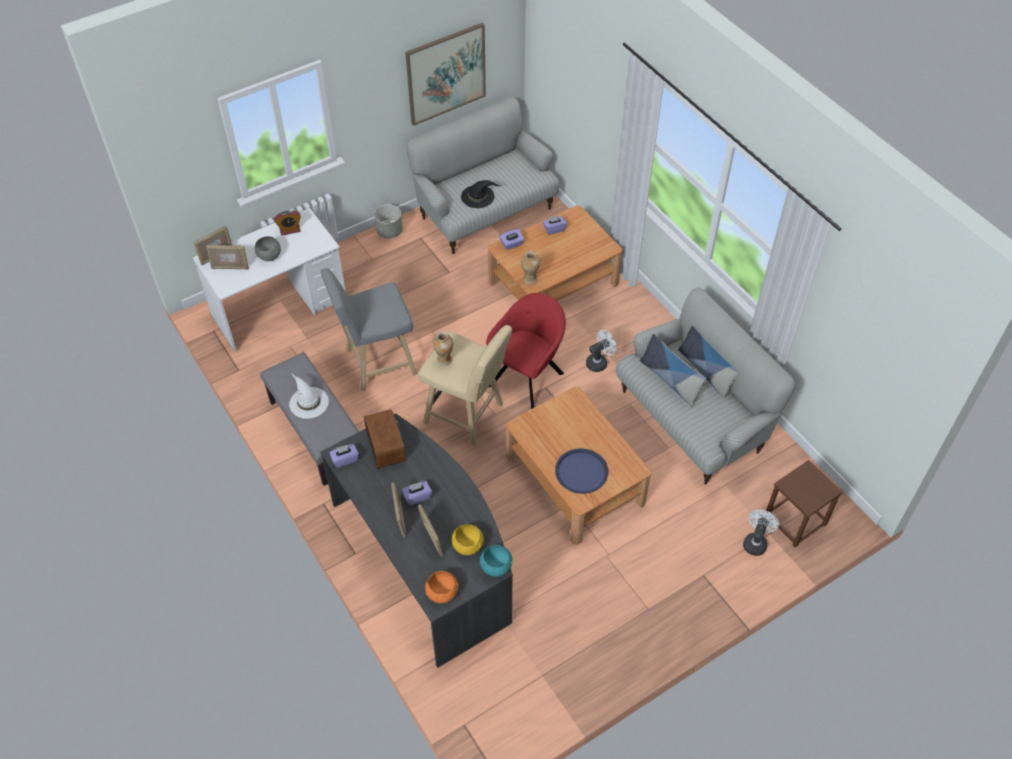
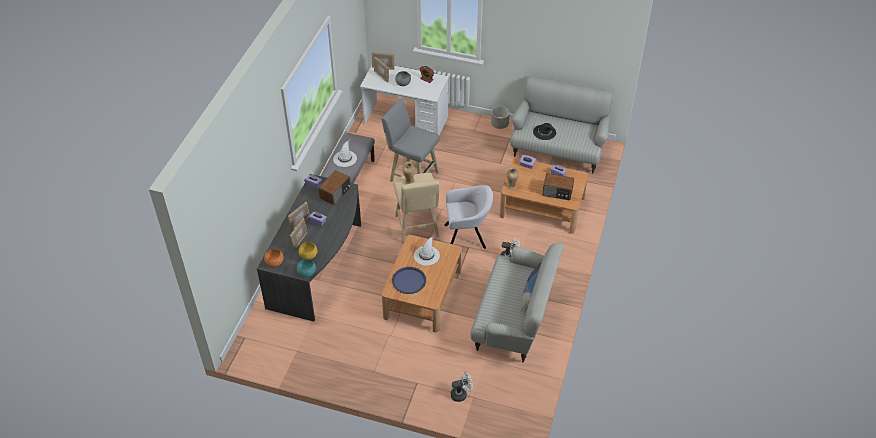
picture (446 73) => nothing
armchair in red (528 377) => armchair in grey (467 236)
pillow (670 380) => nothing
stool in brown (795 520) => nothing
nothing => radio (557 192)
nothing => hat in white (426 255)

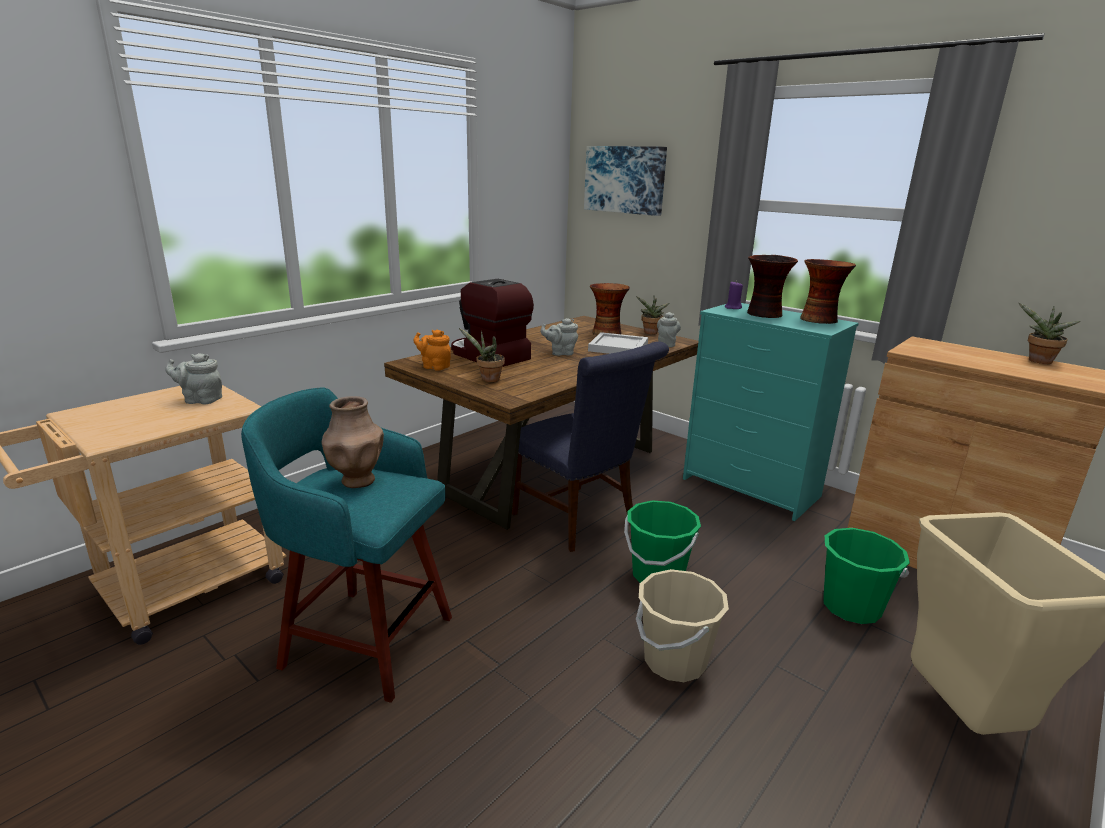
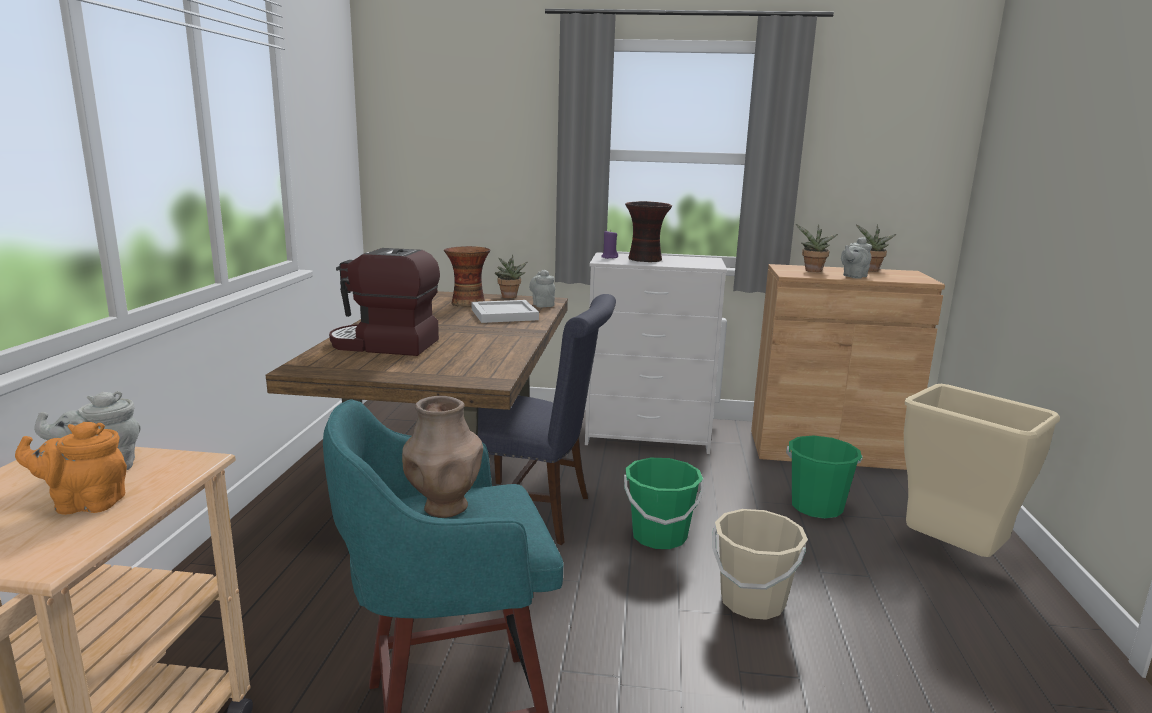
picture (625 180) => nothing
vase (819 320) => nothing
dresser in turquoise (751 488) => dresser in white (648 436)
teapot in grey (560 353) => teapot in grey (853 276), moved
potted plant (488 379) => potted plant (812 271), moved
teapot in orange (434 366) => teapot in orange (85 504), moved

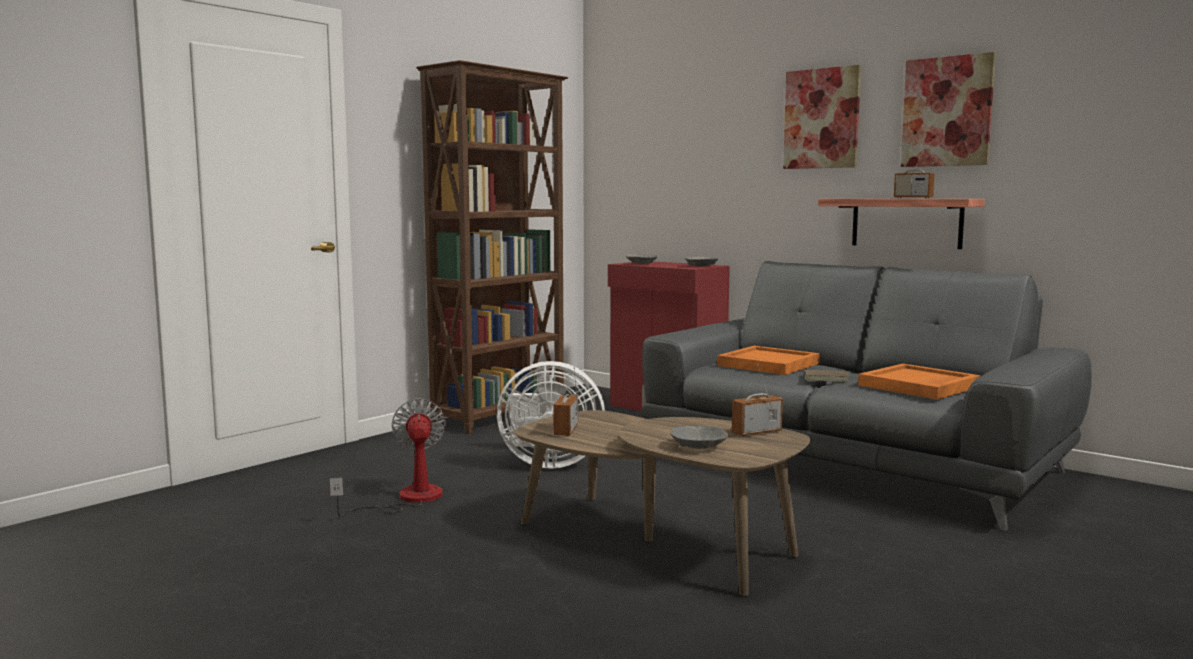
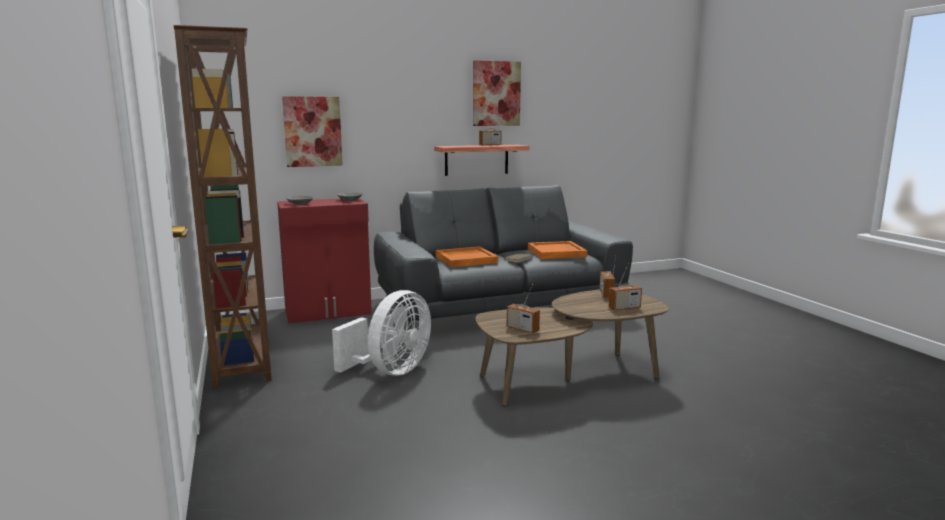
picture (822 118) => picture (312 131), moved
fan (407 499) => nothing
bowl in grey (699 446) => radio (624 308)

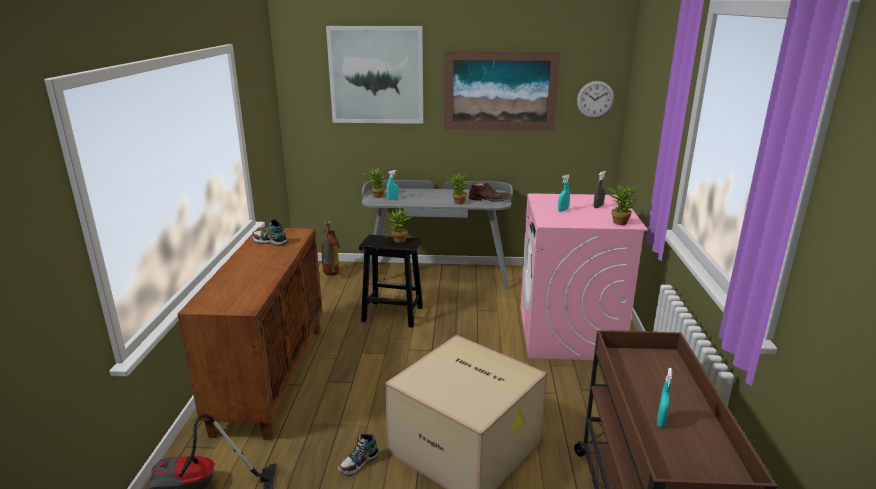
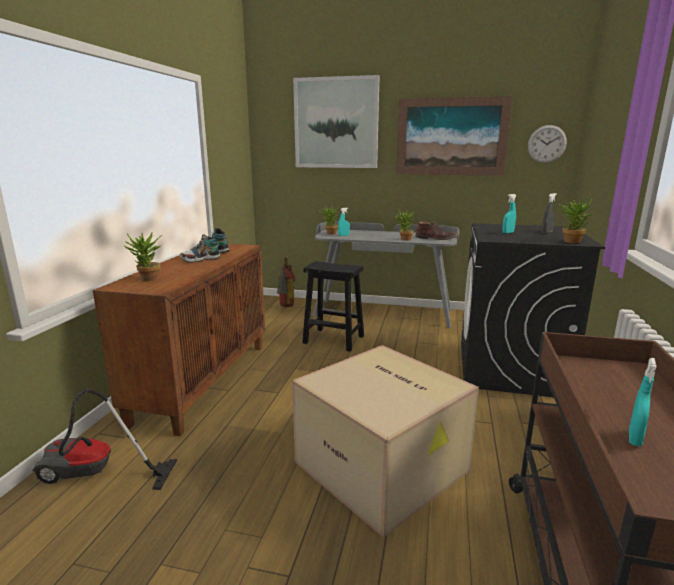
washing machine in pink (569 333) => washing machine in black (510 369)
potted plant (399 241) => potted plant (147 279), moved
shoe (359 463) => shoe (201 260), moved

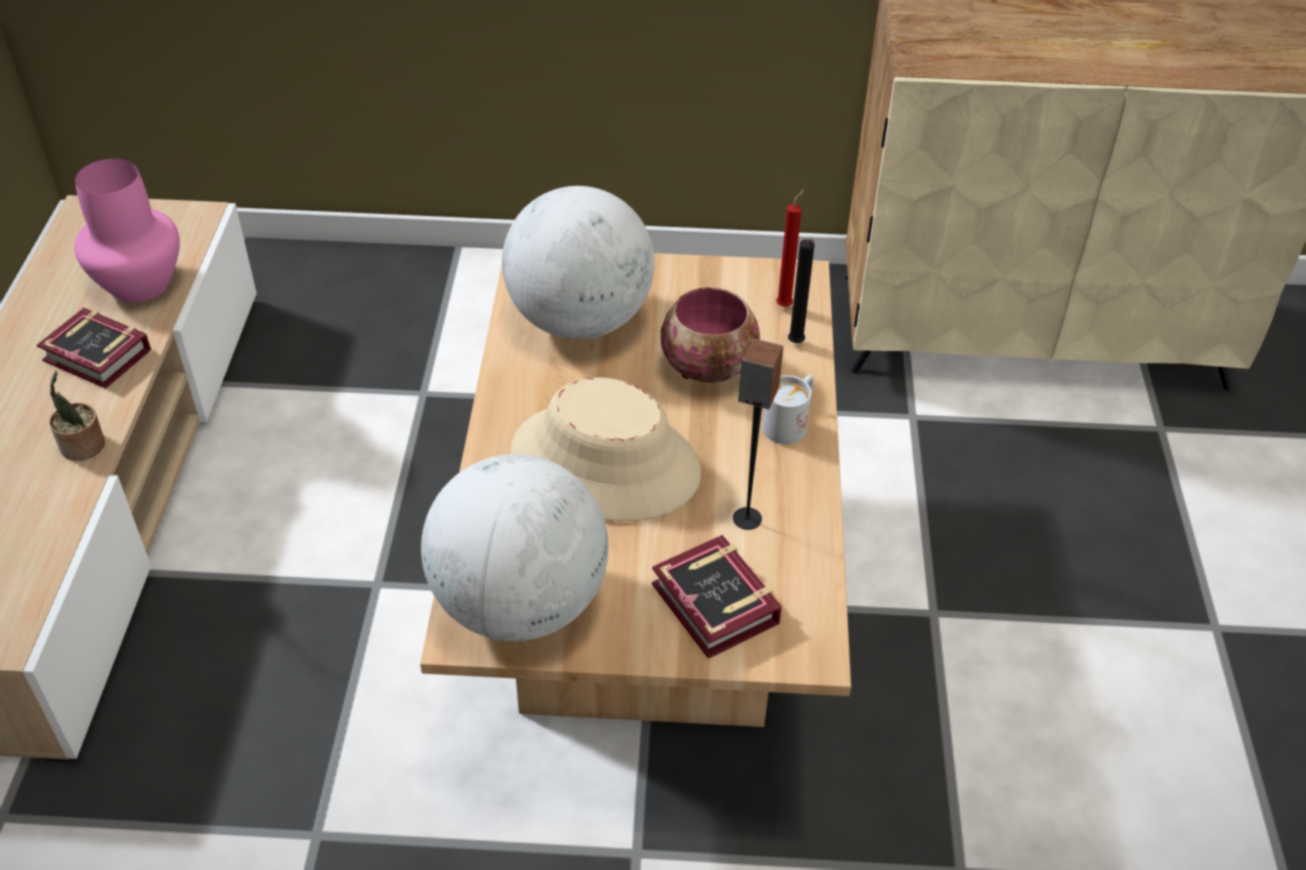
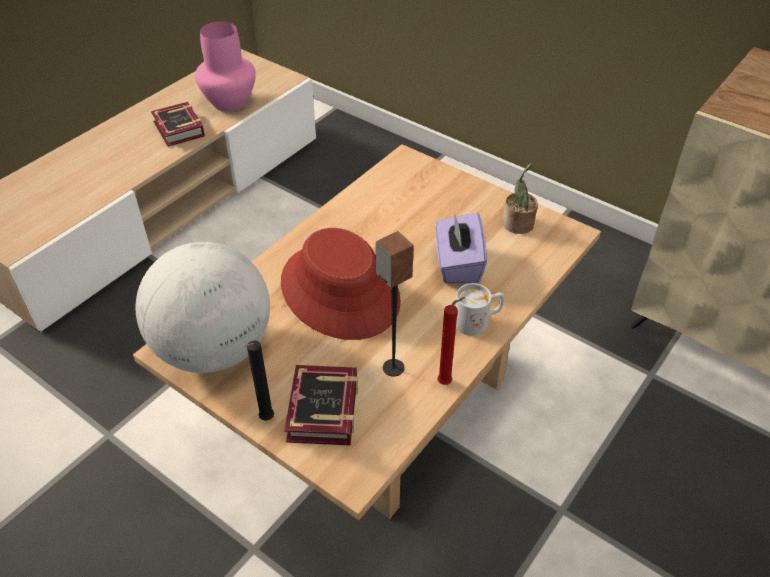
globe (579 320) => nothing
candle in red (785 305) => candle in red (447 382), moved
candle in black (796 345) => candle in black (265 420), moved
bowl (711 368) => tissue box in purple (458 264)
potted plant (83 447) => potted plant (518 225), moved
hat in beige (606 462) => hat in red (340 291)

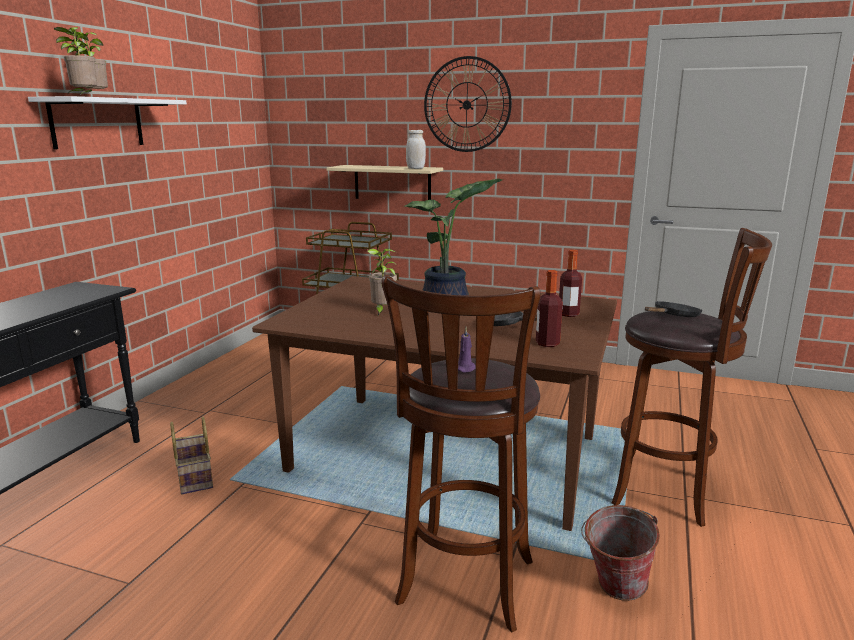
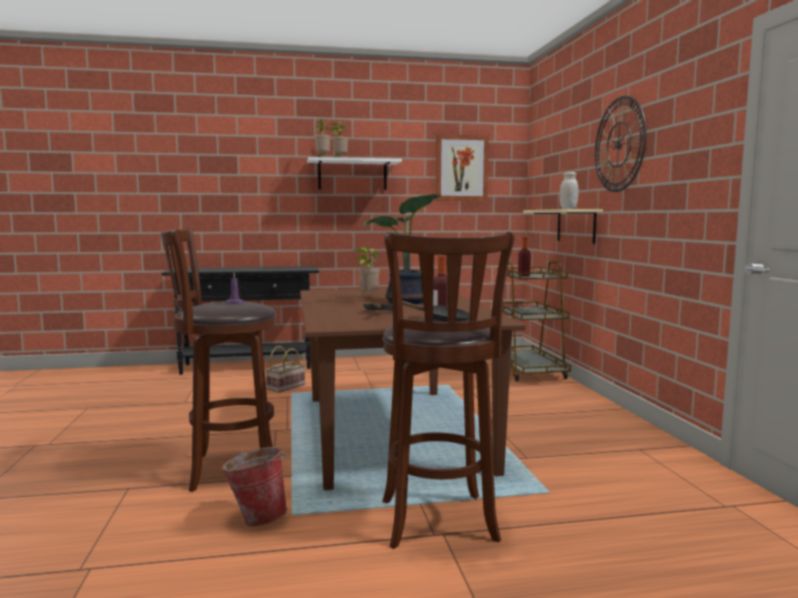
bottle (547 343) => bottle (523 276), moved
nothing => picture (461 168)

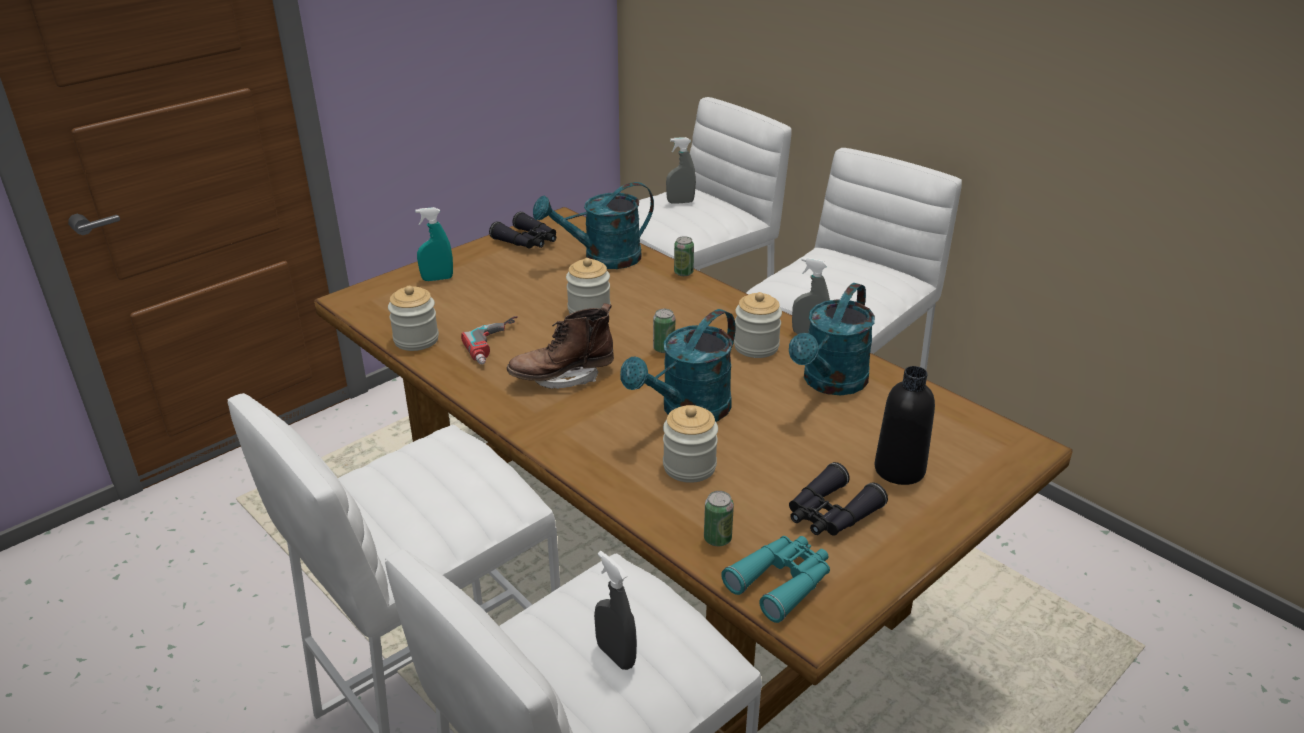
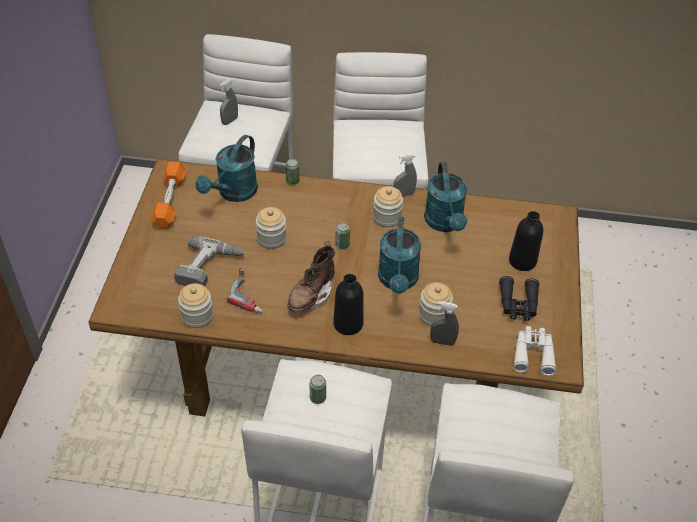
spray bottle in turquoise (437 279) => nothing
binoculars in black (527 241) => dumbbell in orange (170 201)
can (717 539) => can (317 398), moved
binoculars in turquoise (782 582) => binoculars in white (533 353)
spray bottle in grey (615 655) => spray bottle in grey (442 342), moved
nothing => power drill (209 268)
nothing => bottle in black (348 324)

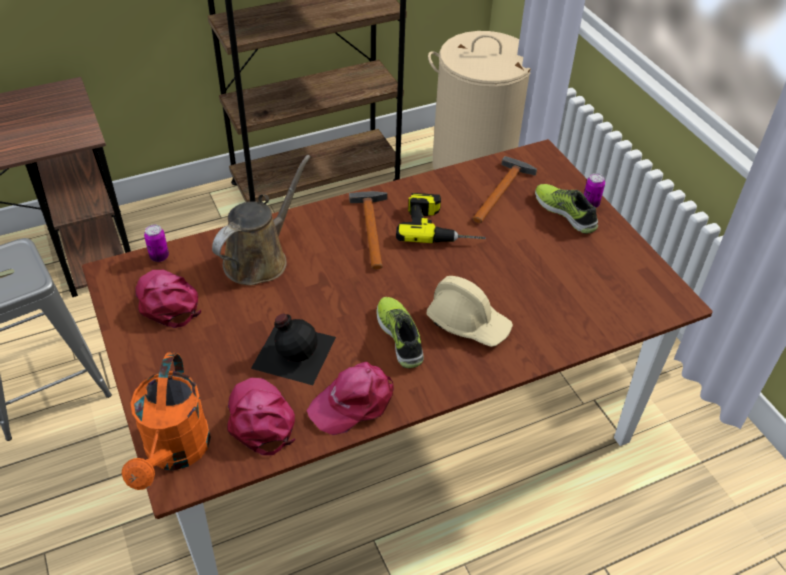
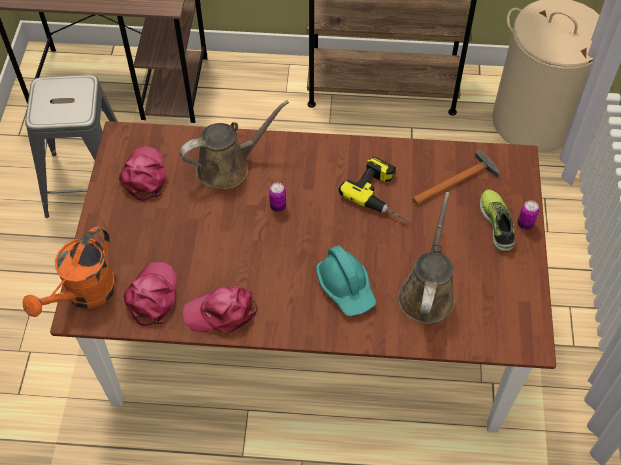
hammer (371 228) => nothing
can (159 257) => can (278 206), moved
hard hat in beige (468 323) => hard hat in turquoise (346 287)
shoe (401 336) => nothing
bottle in black (293 351) => nothing
nothing => watering can in brown (427 292)

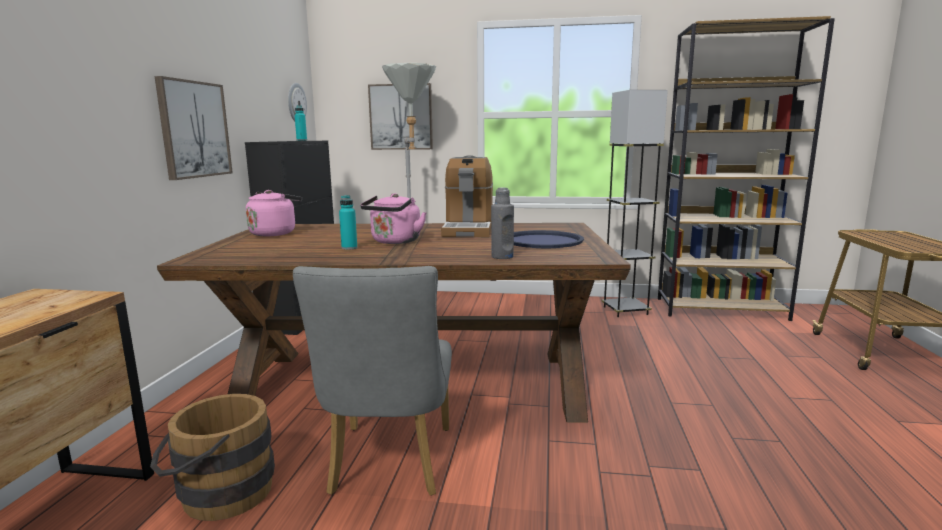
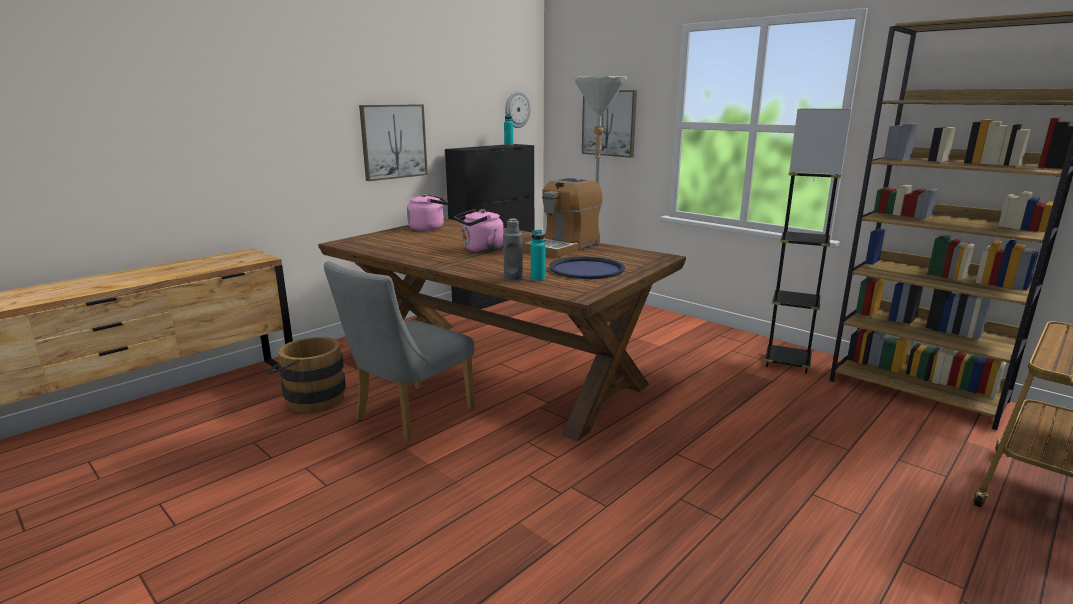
bottle in turquoise (349 248) => bottle in turquoise (538 279), moved

